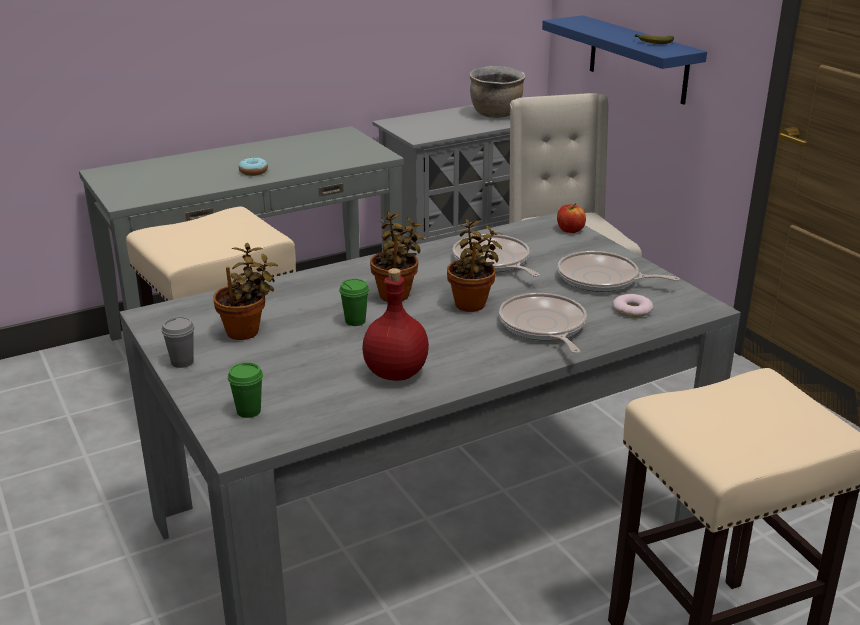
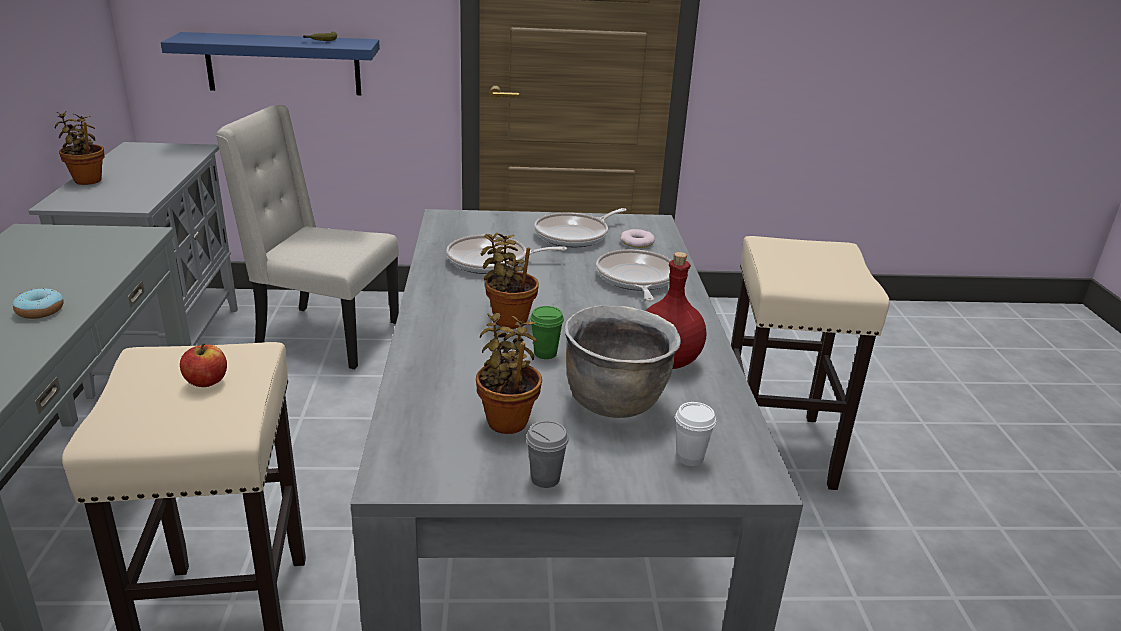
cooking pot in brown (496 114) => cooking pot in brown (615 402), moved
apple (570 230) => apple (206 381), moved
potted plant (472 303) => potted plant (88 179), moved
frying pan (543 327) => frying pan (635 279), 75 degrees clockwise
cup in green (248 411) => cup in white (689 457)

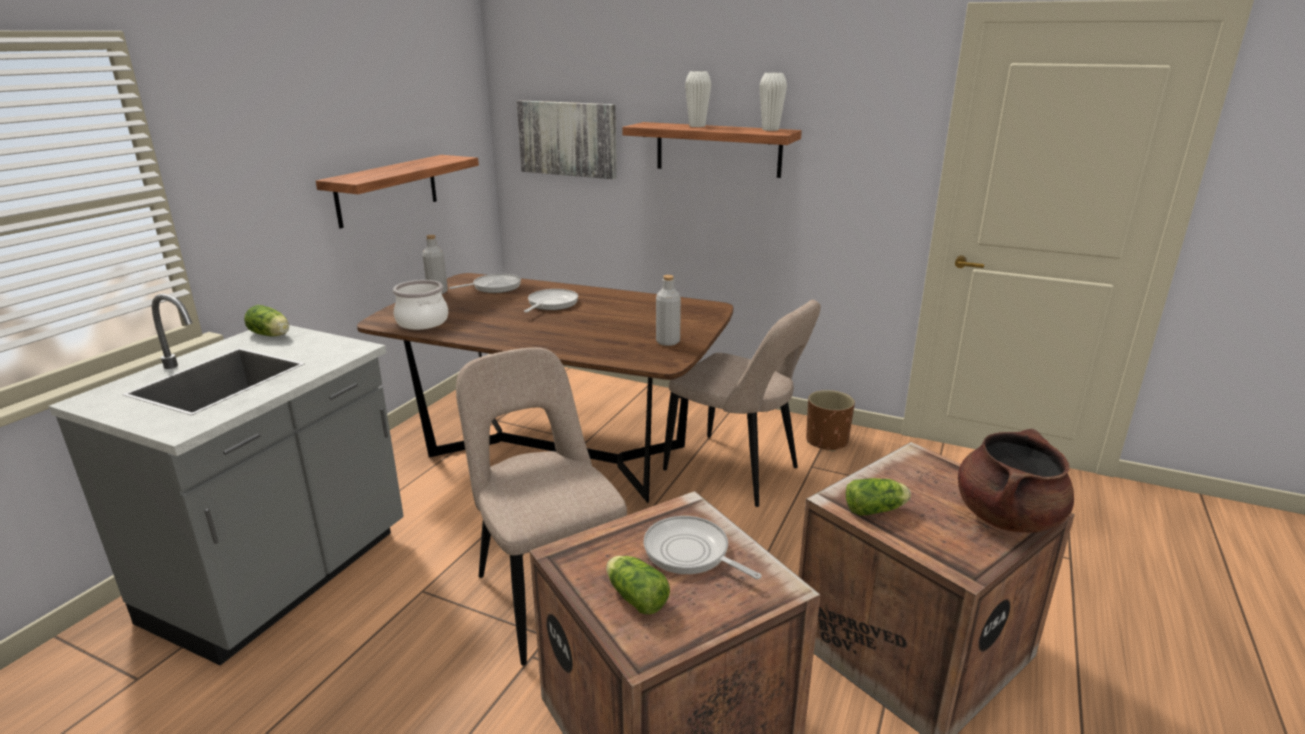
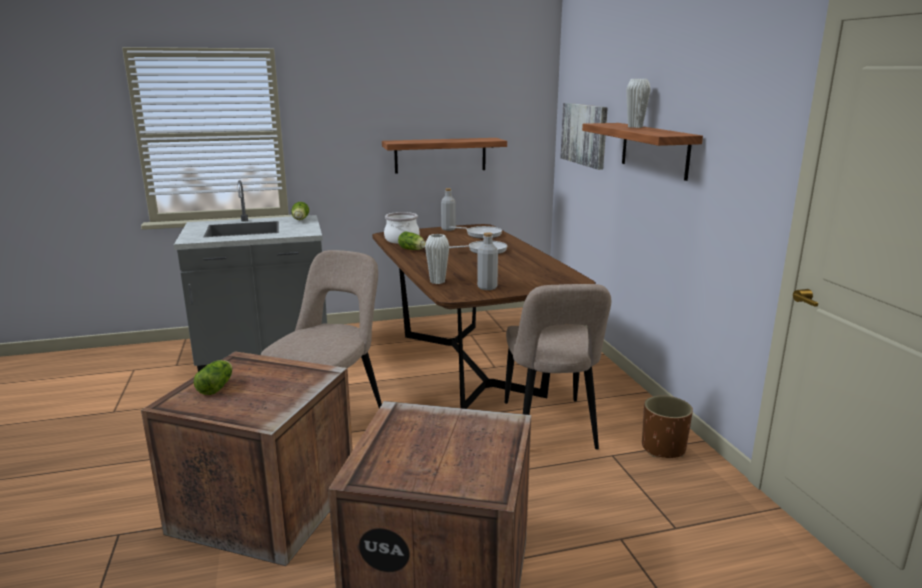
vase in white (770 129) => vase in white (437 281), moved
cooking pot in brown (1007 517) => nothing
lettuce (876 510) => lettuce (413 250), moved
frying pan (690 553) => nothing

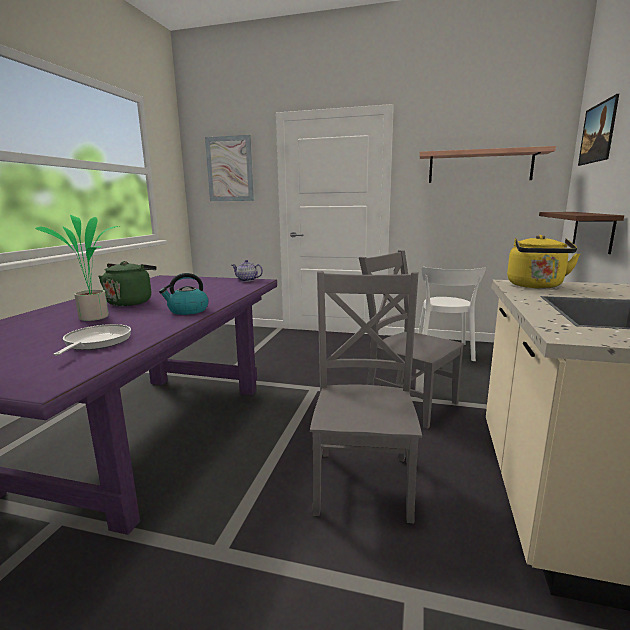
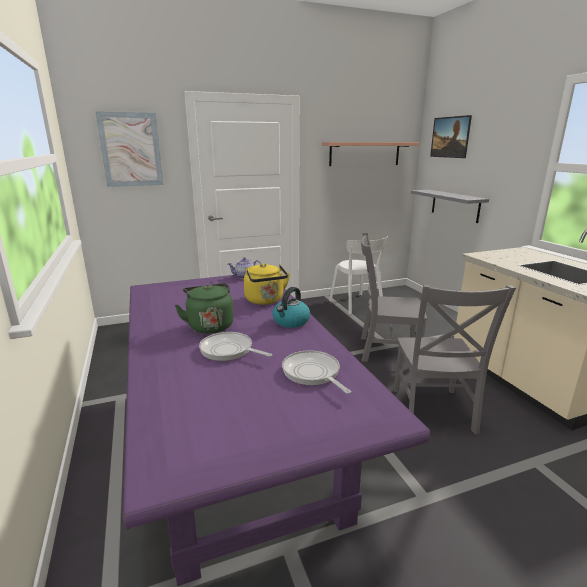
shelf in brown (593 231) => shelf in grey (455 205)
potted plant (95 317) => frying pan (229 350)
kettle in yellow (536 286) => kettle in yellow (265 300), moved
chair in grey (363 479) => chair in grey (433 412), 150 degrees counterclockwise

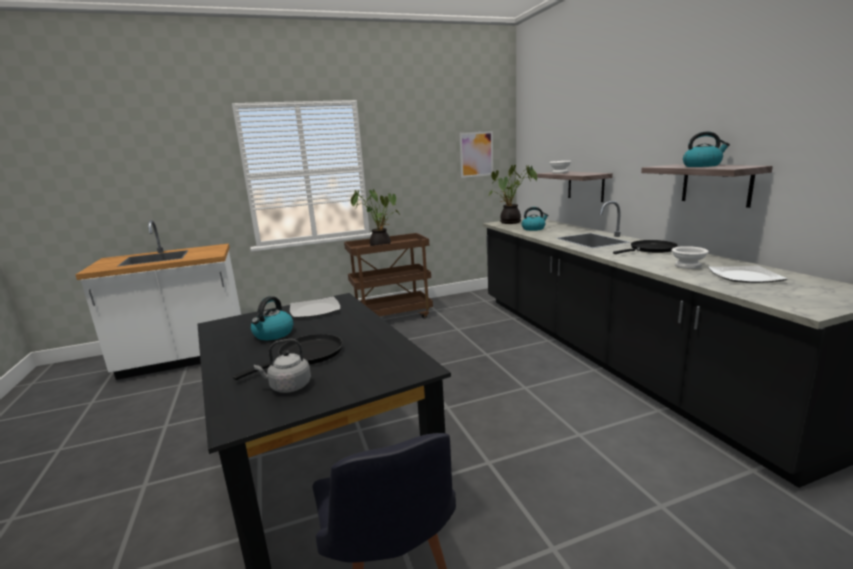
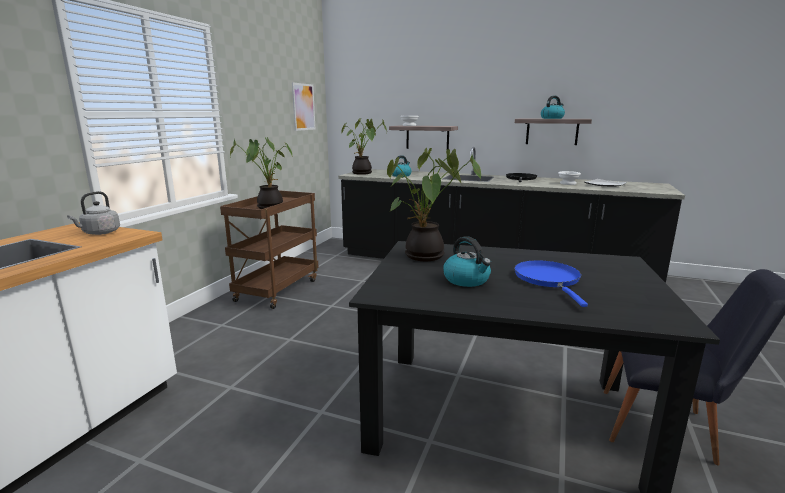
plate (315 310) => potted plant (426 257)
frying pan in black (306 355) => frying pan in blue (548 280)
kettle in grey (288 387) => kettle in grey (99 233), moved

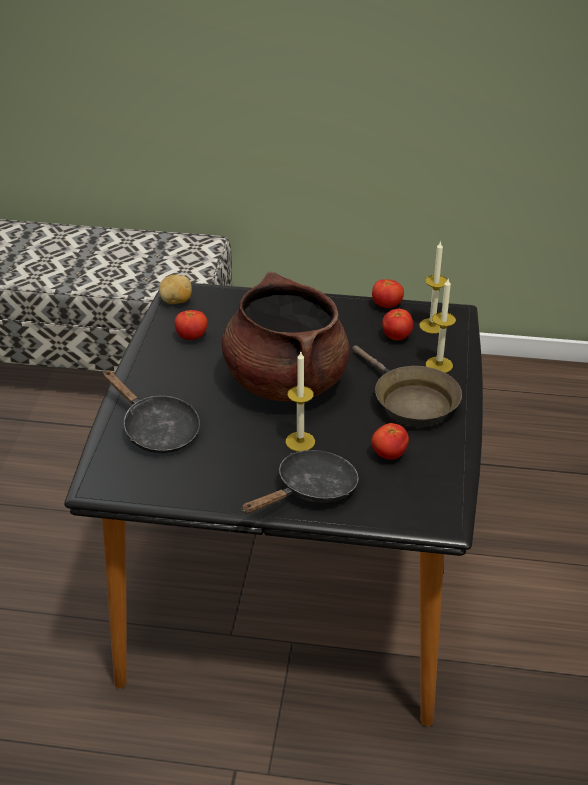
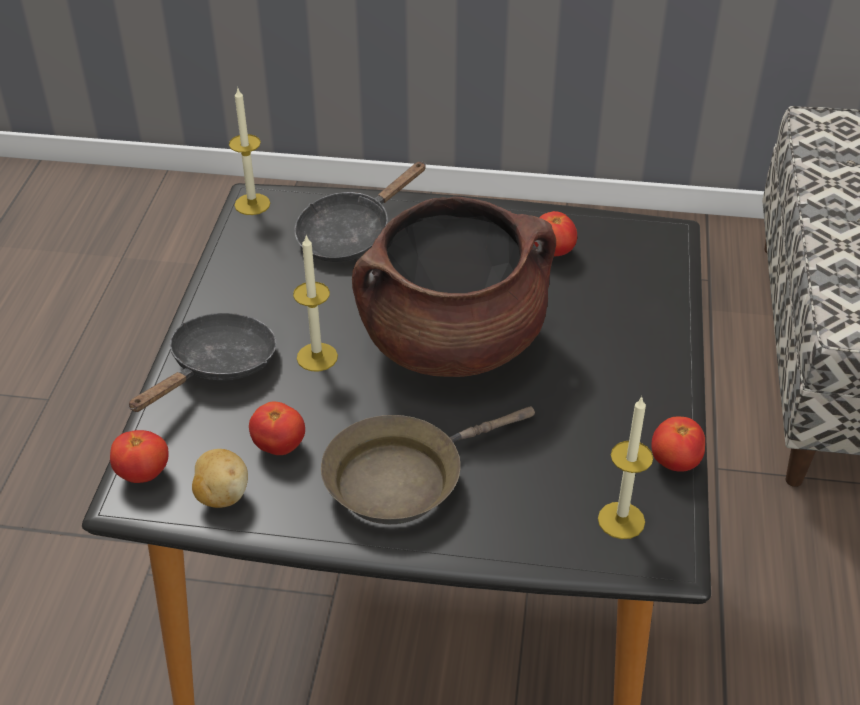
potato (176 301) => potato (221 495), moved
candle (439 365) => candle (252 204), moved
tomato (396 337) => tomato (143 474), moved
frying pan in black (311 491) => frying pan in black (217 367), 105 degrees counterclockwise

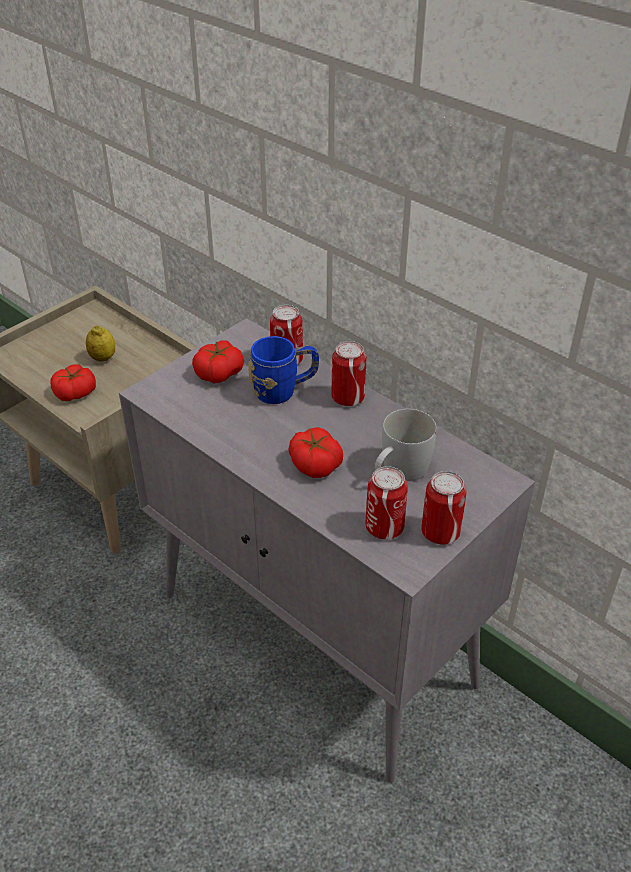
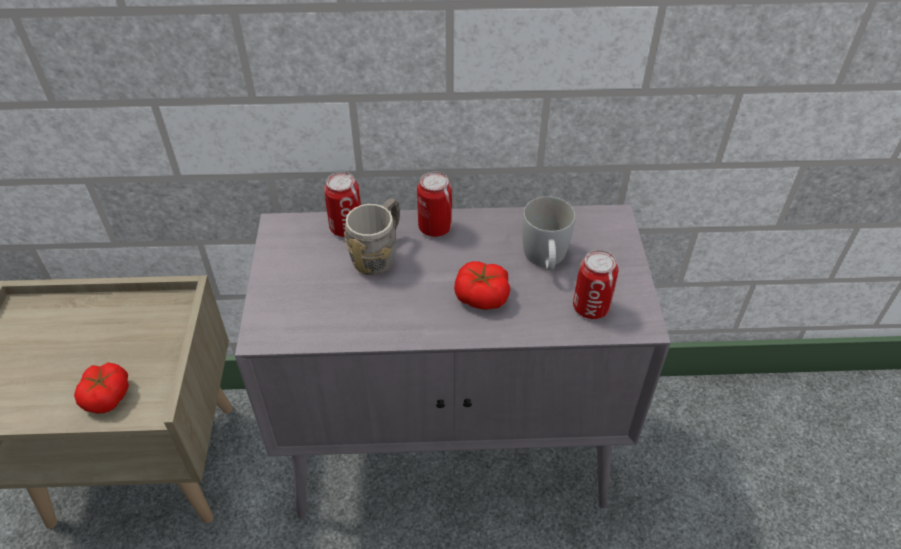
lemon (103 358) => nothing
mug in blue (284 390) => mug in grey (379 254)
tomato (218 373) => nothing
can (440 532) => nothing

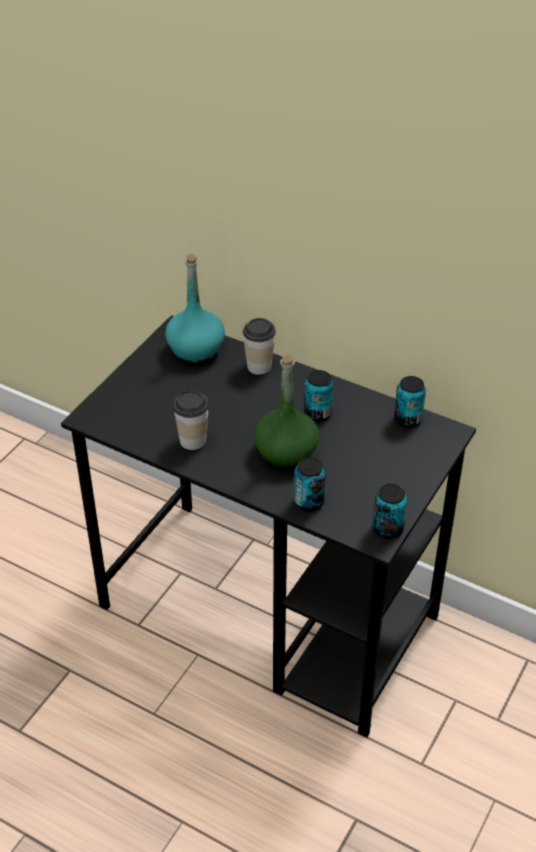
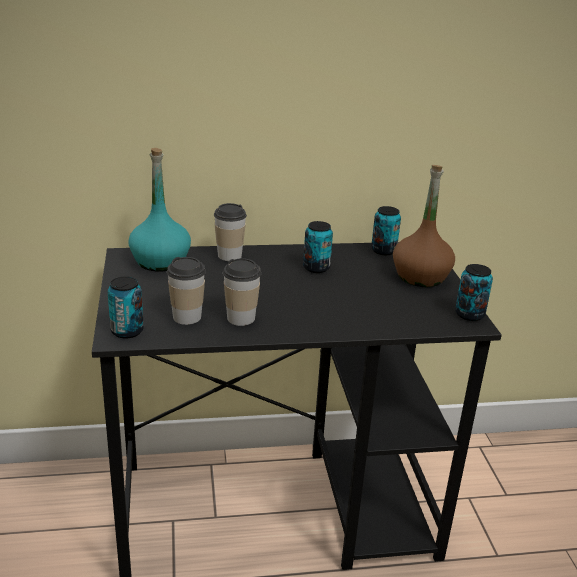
bottle in green (286 453) => nothing
can (308 502) => can (127 331), moved
nothing => bottle in brown (420 276)
nothing => cup (187 317)

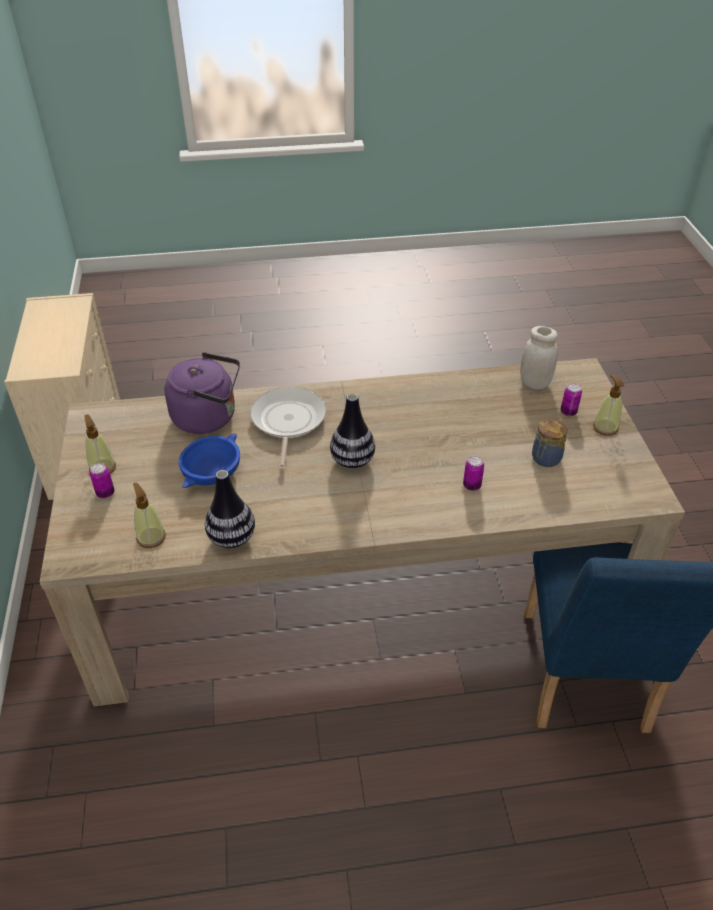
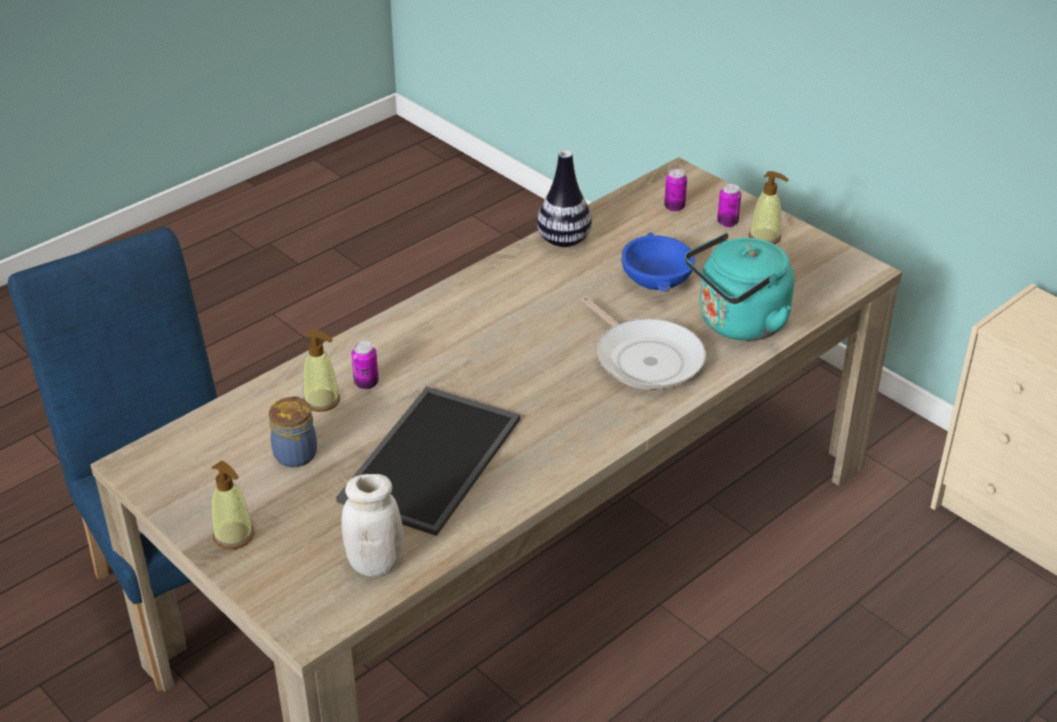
kettle in purple (209 417) => kettle in turquoise (738 324)
can (568 412) => can (674 207), moved
vase (352 460) => nothing
soap dispenser (151 537) => soap dispenser (322 401), moved
nothing => tray (429 457)

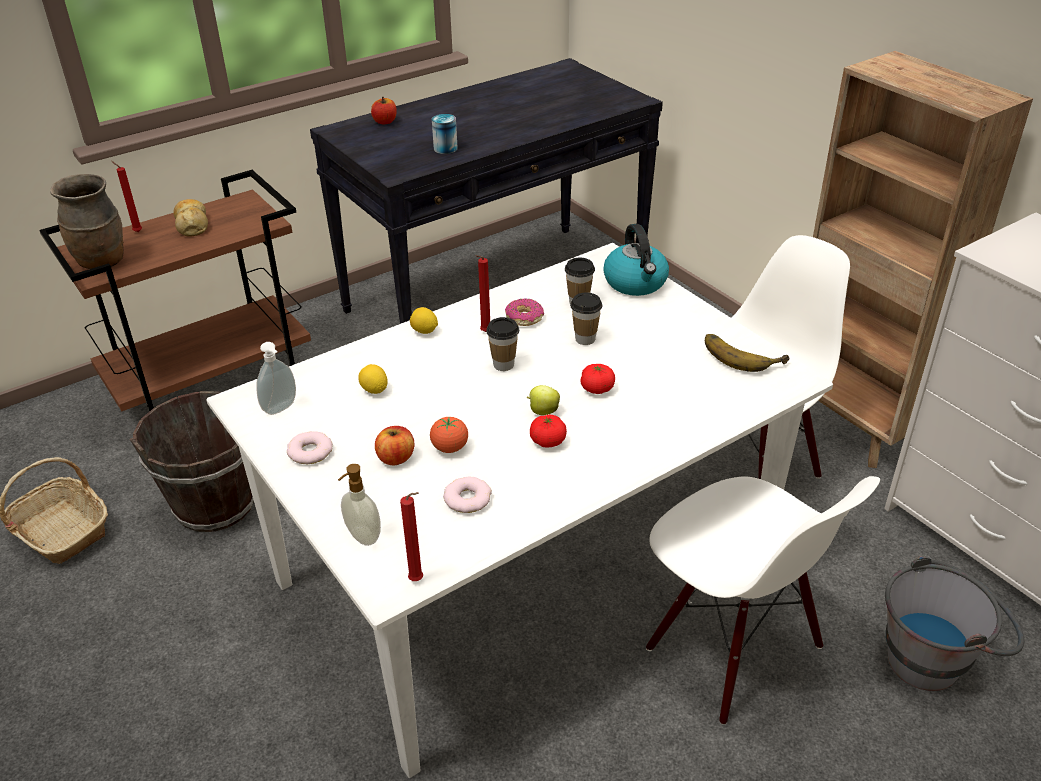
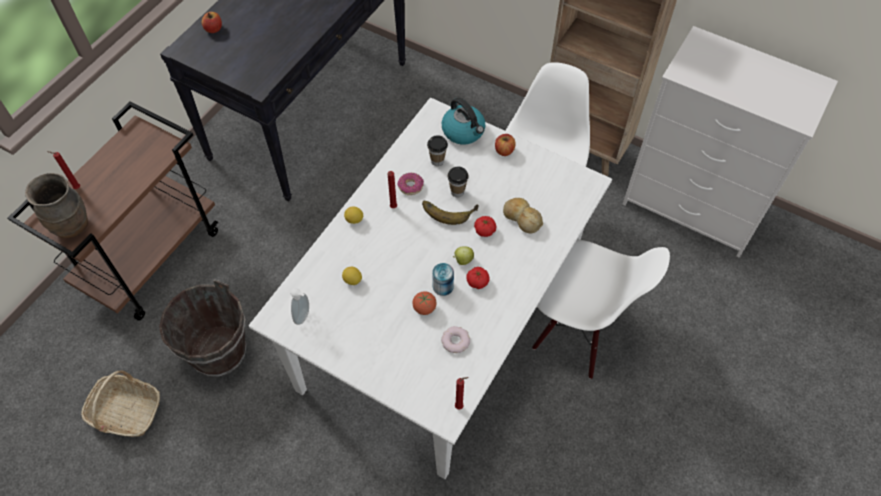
can (445 148) => can (443 286), moved
bread (192 224) => bread (522 218), moved
cup (503 365) => nothing
banana (742 354) => banana (449 209), moved
apple (395 458) => apple (504 150), moved
donut (310 452) => nothing
soap dispenser (362 537) => nothing
bucket in grey (936 658) => nothing

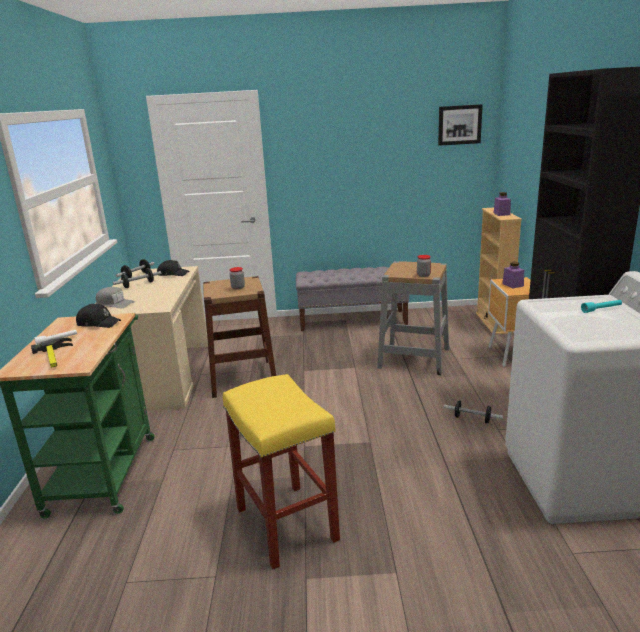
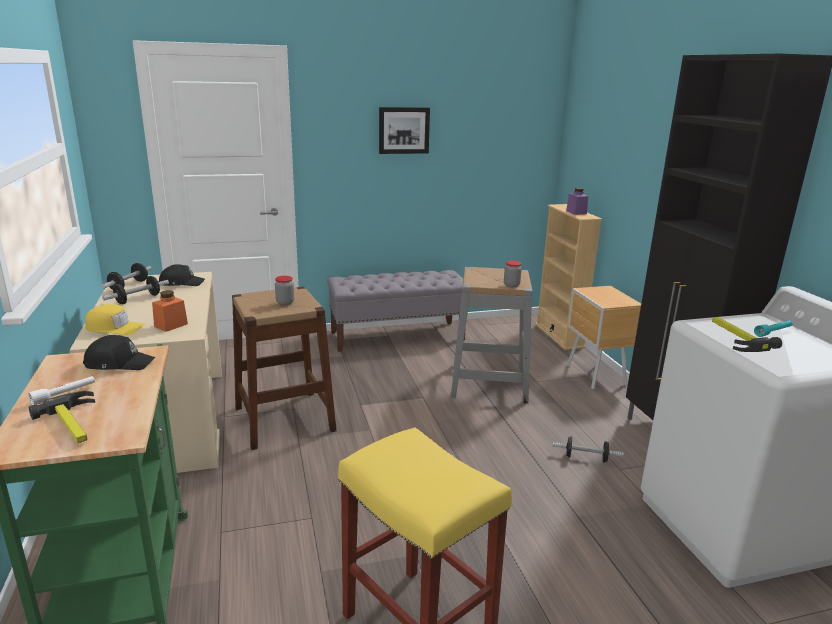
picture (459 125) => picture (403 130), moved
jar in purple (513 285) => nothing
cap in grey (115 303) => cap in yellow (114 328)
nothing => jar in orange (171 325)
nothing => hammer (734 337)

